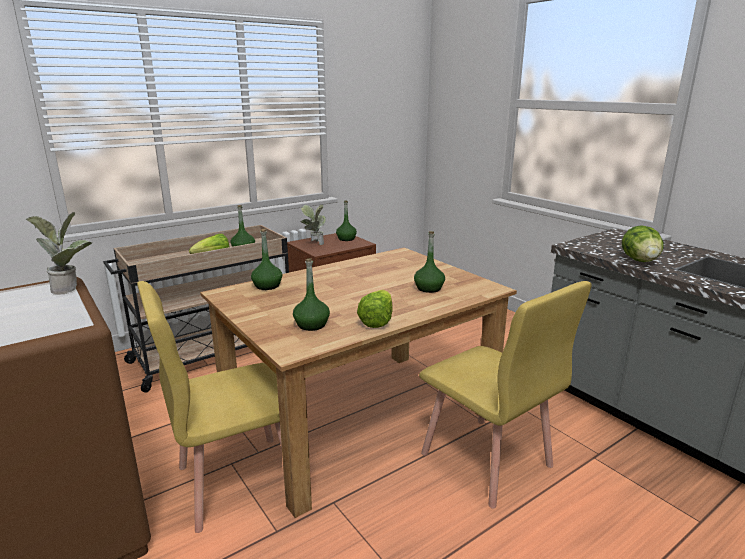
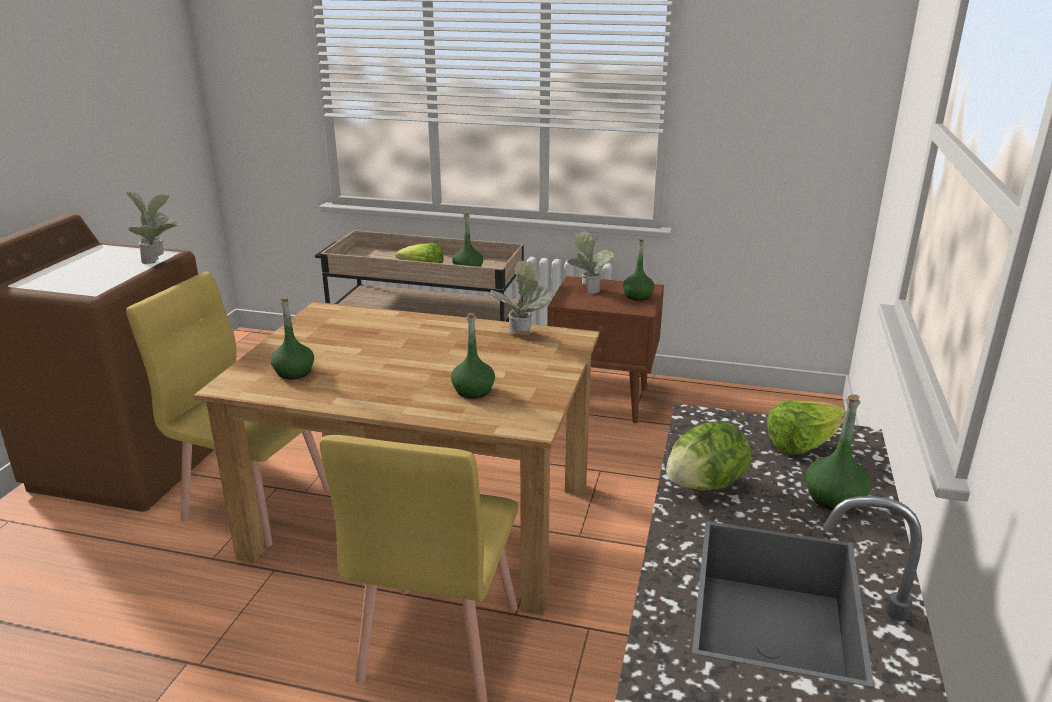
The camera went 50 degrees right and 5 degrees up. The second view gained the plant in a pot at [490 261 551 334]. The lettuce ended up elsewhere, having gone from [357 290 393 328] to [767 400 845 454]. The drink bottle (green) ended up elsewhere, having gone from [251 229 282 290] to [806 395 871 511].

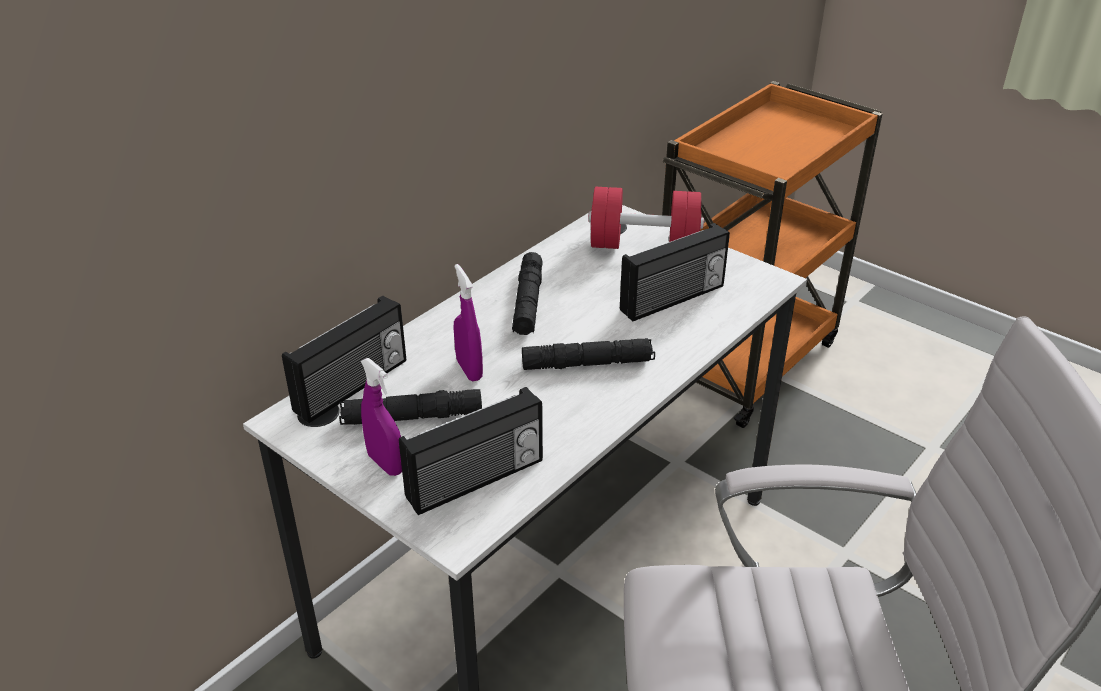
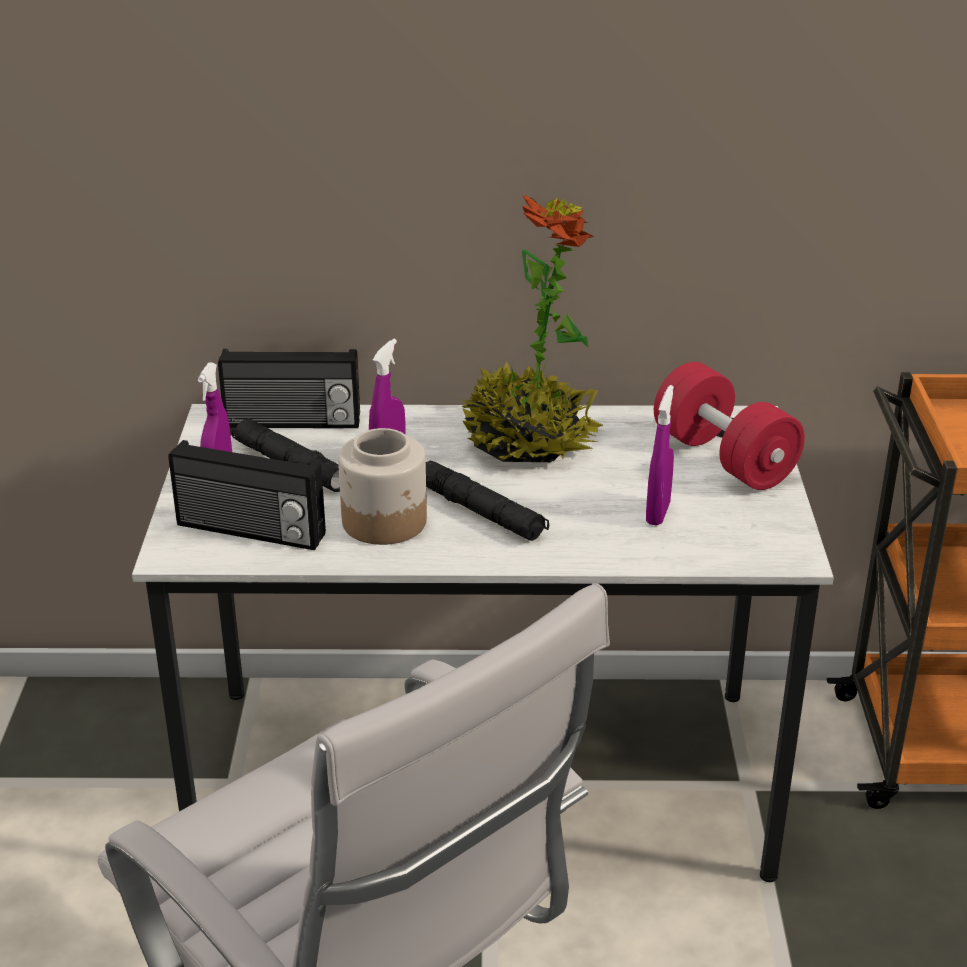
The camera went 50 degrees right and 5 degrees down. The second view gained the storage jar at [338 428 427 545]. Where the flashlight (black-coloured) stood at [512 252 543 335], the plant in a pot came to stand at [461 195 603 462]. Where the radio stood at [620 223 730 321], the sprayer (purplish) came to stand at [646 385 674 526].

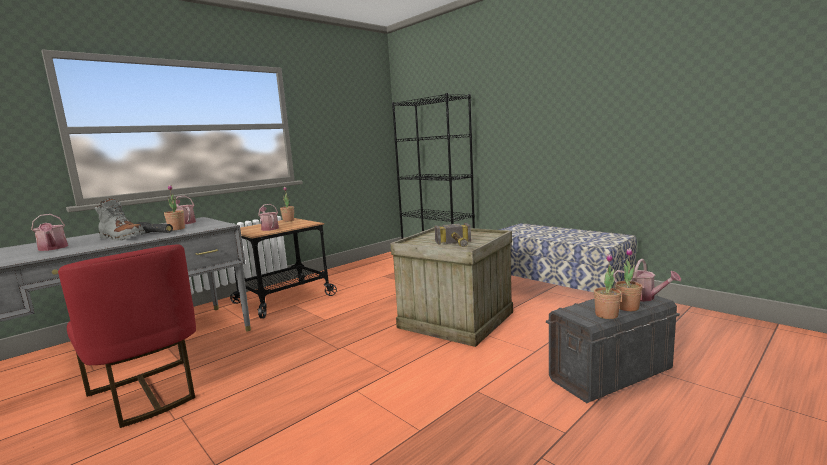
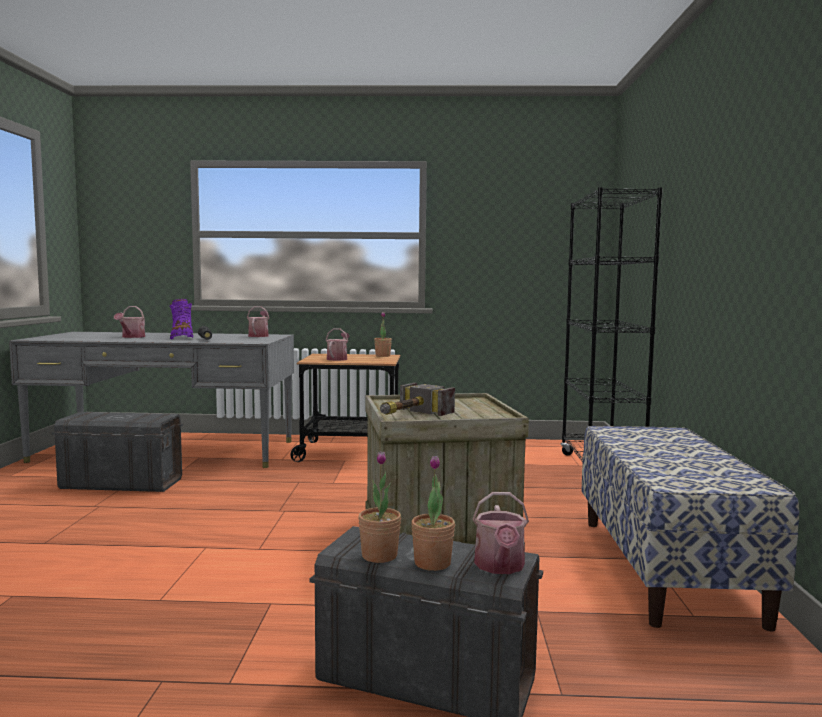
The camera went 45 degrees right and 5 degrees down. Where the upright chair (red-coloured) stood at [58 244 196 428], the storage container (grey) came to stand at [51 412 183 492]. What was the boot (grey) at [94 198 146 240] turned into the boot (purplish) at [170 299 193 339]. The second view lost the plant in a pot at [164 185 185 231].

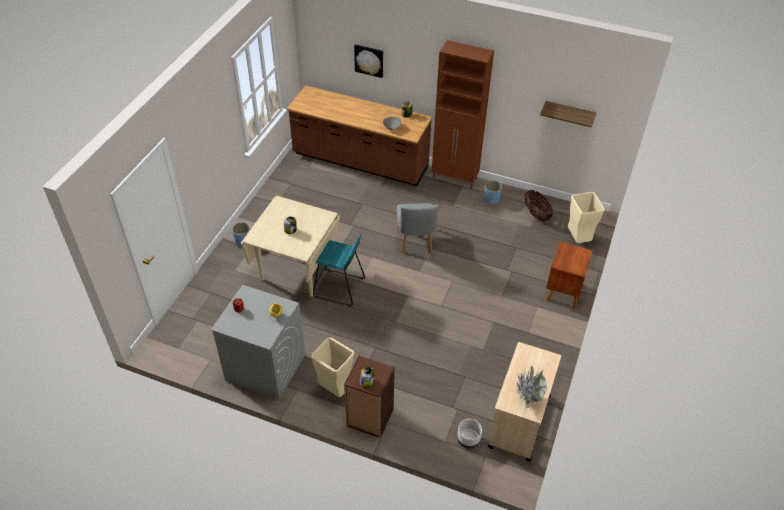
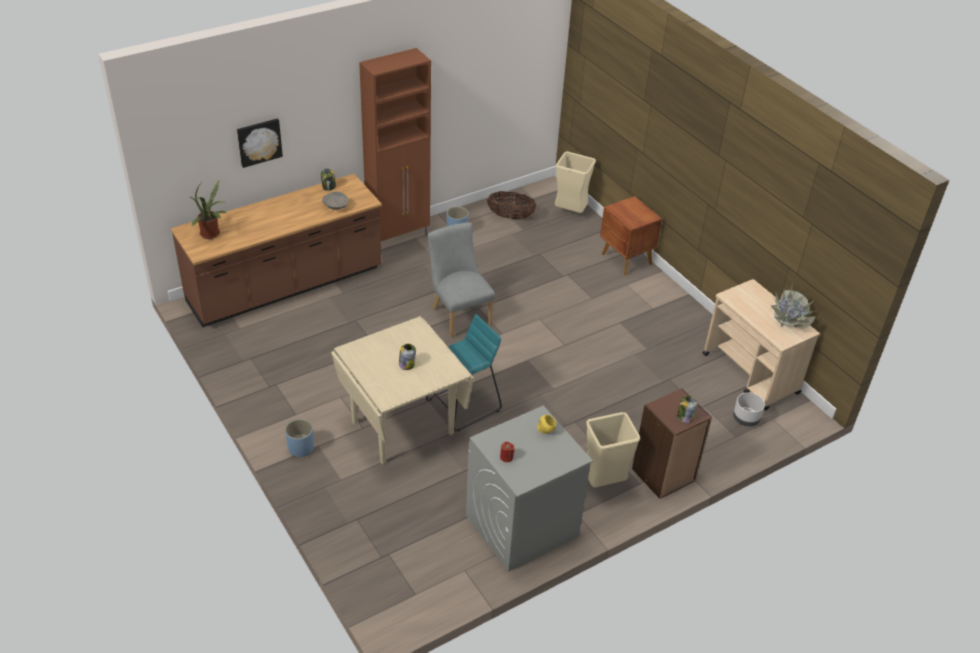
The camera went 55 degrees left and 5 degrees down. The second view gained the plant in a pot at [190 181 228 239]. The upright chair (grey) at [397 203 439 253] ended up facing another way, 150 degrees counterclockwise from before. The second view lost the wall shelf at [540 101 596 127].

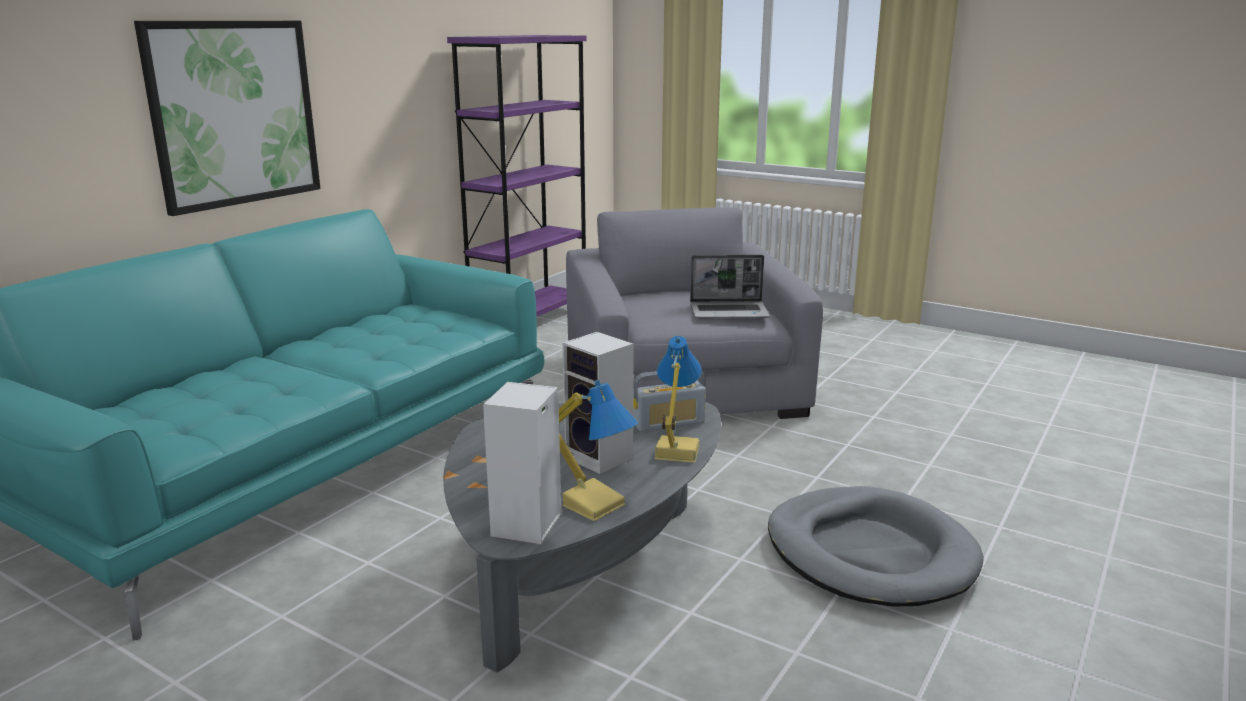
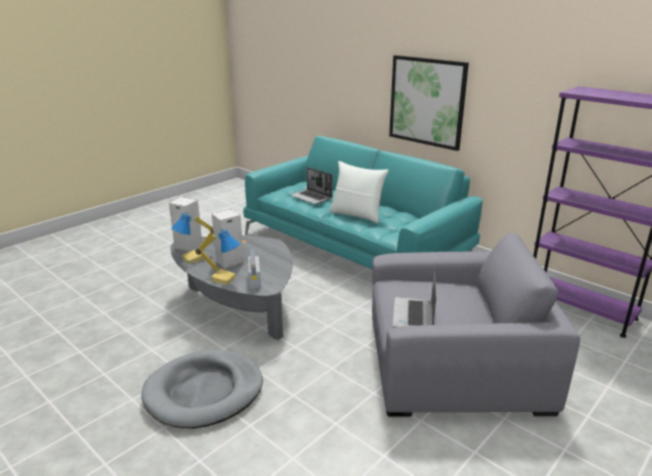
The camera went 100 degrees right and 5 degrees up. The second view gained the portable computer at [290 167 333 204]. The second view gained the pillow (white-coloured) at [329 161 389 223].

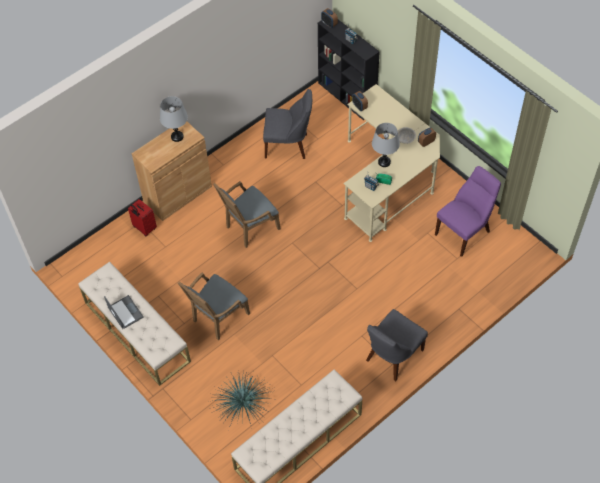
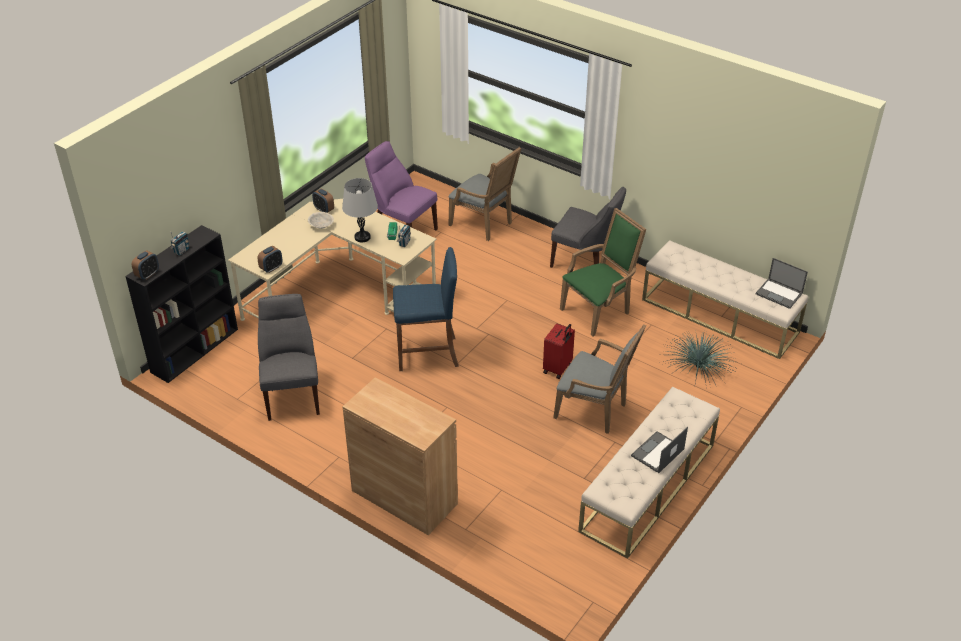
The camera went 105 degrees left and 15 degrees down. The second view gained the stool (blue-coloured) at [393 247 459 371]. The lounge chair (grey) ended up elsewhere, having gone from [213 181 280 248] to [449 147 521 241]. The suitcase (red-coloured) ended up elsewhere, having gone from [128 199 157 236] to [543 323 575 379]. The second view gained the lounge chair (green) at [560 208 646 336]. The second view gained the portable computer at [756 258 808 309]. The second view lost the table lamp (grey) at [160 96 188 142].

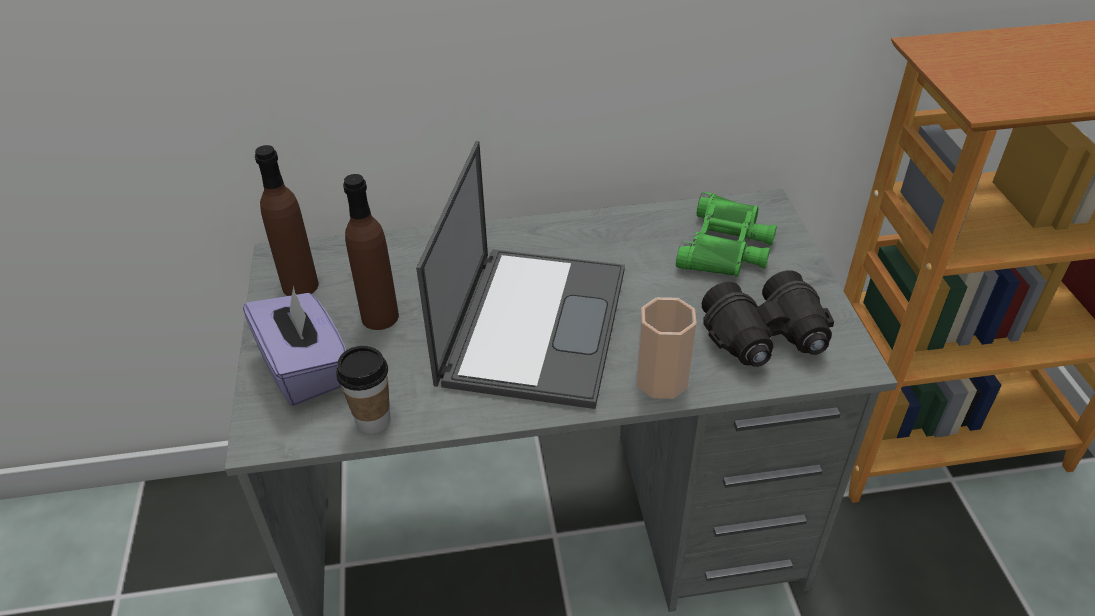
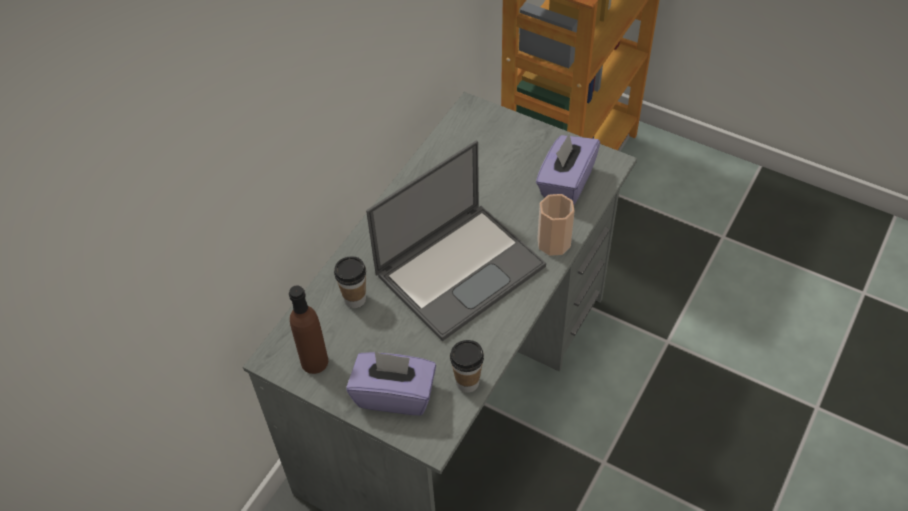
The camera went 50 degrees left and 10 degrees up. The second view gained the cup at [334 256 366 308]. The portable computer at [416 141 625 409] ended up facing another way, 90 degrees clockwise from before. Where the binoculars (black-coloured) stood at [702 270 834 367], the box of tissues (purplish) came to stand at [536 134 600 205]. The second view lost the drink bottle (brownish) at [343 174 399 330]. The second view lost the binoculars (green) at [676 192 777 277].

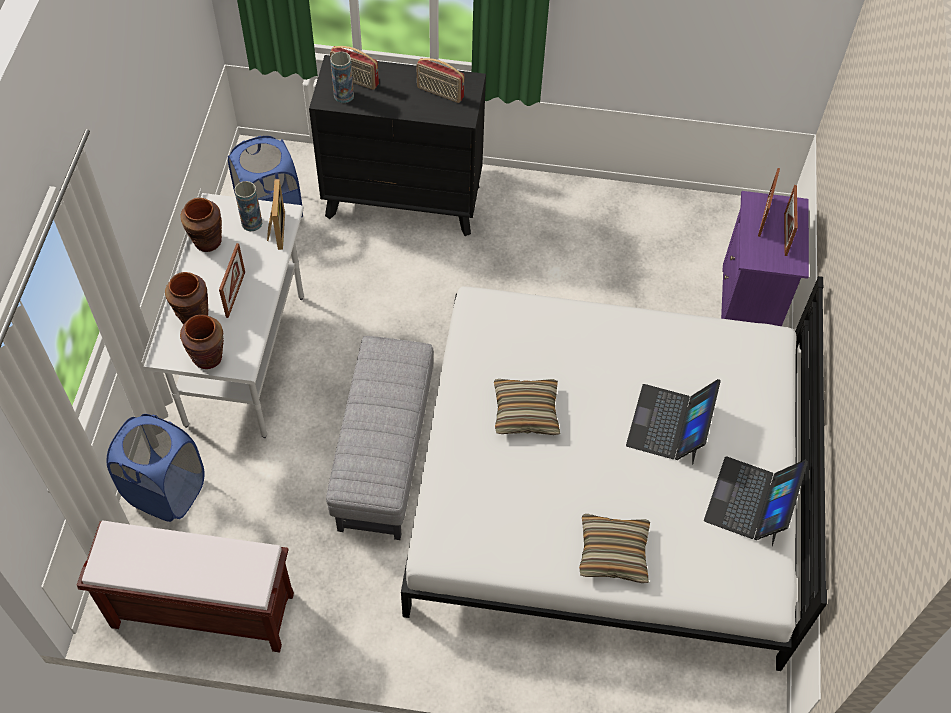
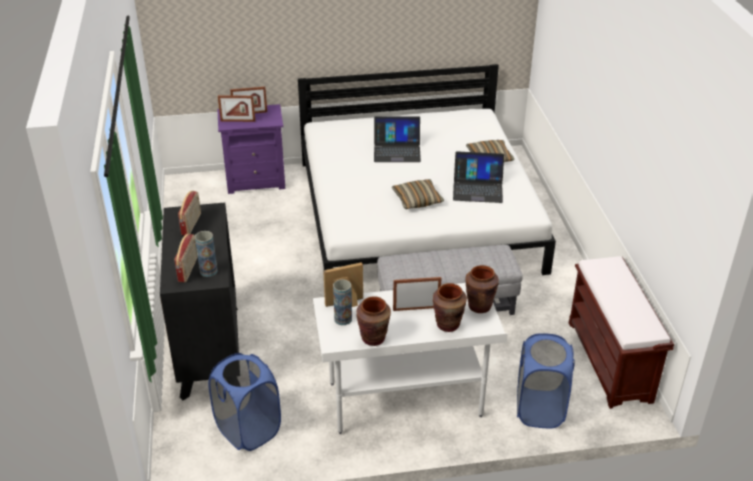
The camera went 105 degrees left and 20 degrees down. The portable computer ended up elsewhere, having gone from [704 456 808 546] to [453 151 504 203].

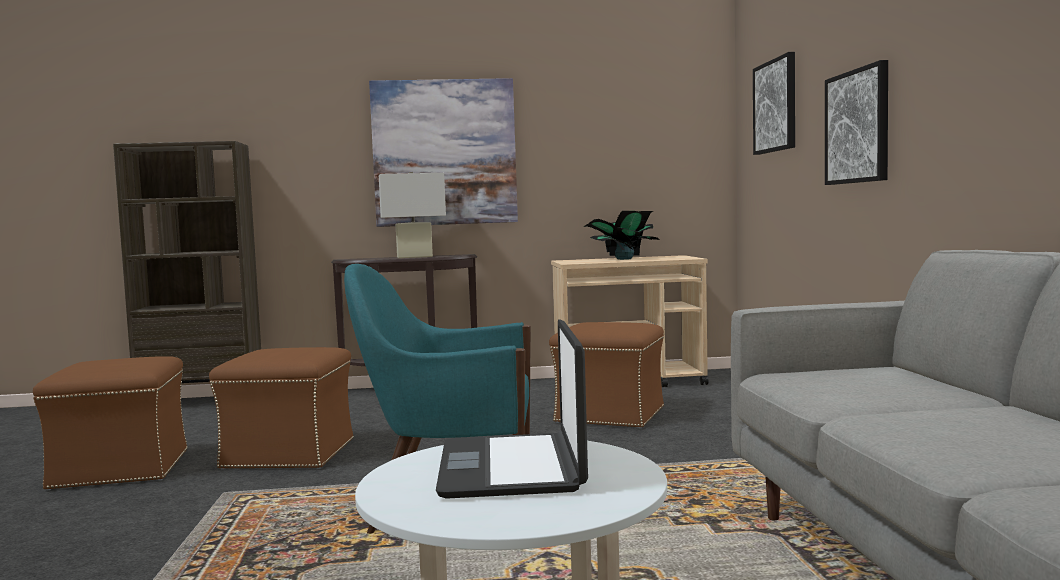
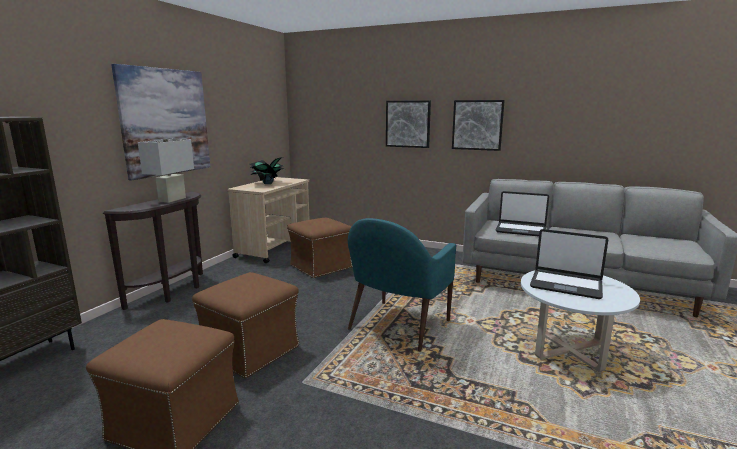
The camera went 60 degrees left and 10 degrees up. The wall picture ended up elsewhere, having gone from [753 52 795 155] to [452 100 505 151]. The second view gained the portable computer at [496 191 549 237].

